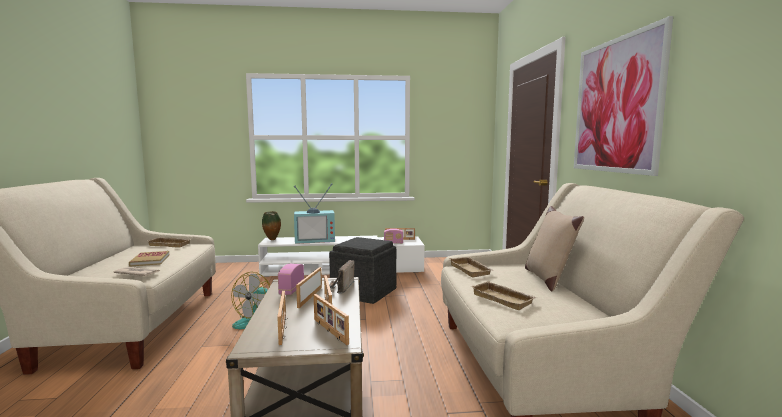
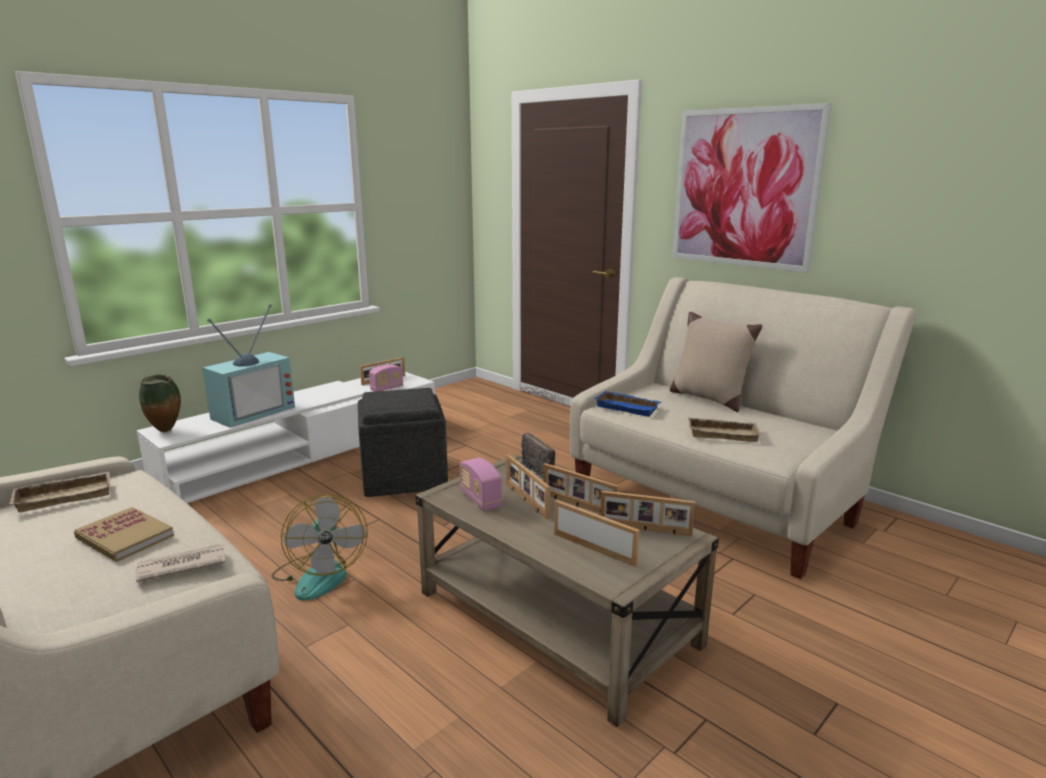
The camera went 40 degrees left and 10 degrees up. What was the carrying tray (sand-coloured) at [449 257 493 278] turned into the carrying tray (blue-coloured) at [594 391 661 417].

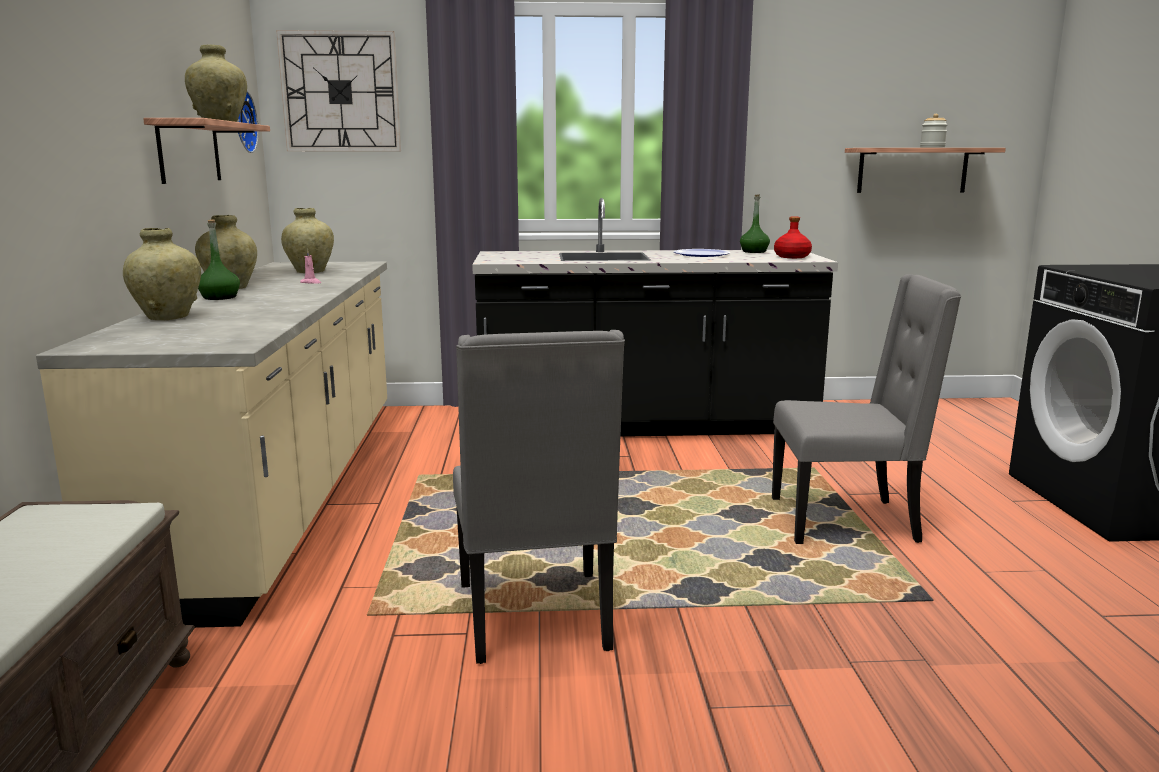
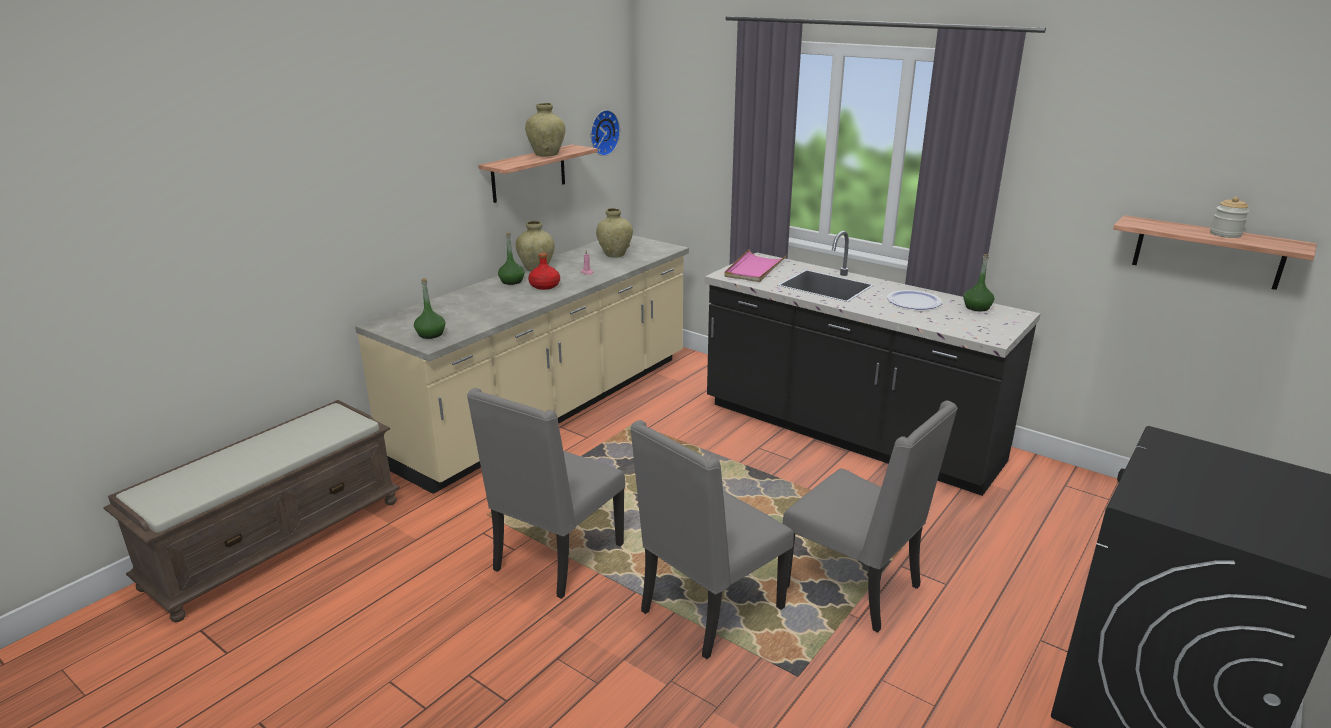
The camera went 40 degrees right and 10 degrees up. The second view gained the drink bottle (green) at [414 278 445 339]. The drink bottle (red-coloured) ended up elsewhere, having gone from [774 216 812 258] to [528 253 560 290]. The second view gained the upright chair (grey) at [630 420 794 659]. The second view gained the carrying tray (pink-coloured) at [725 249 787 282]. The second view lost the flower vase (sand-coloured) at [123 228 201 320]. The second view lost the clock on the wall at [276 30 401 151].

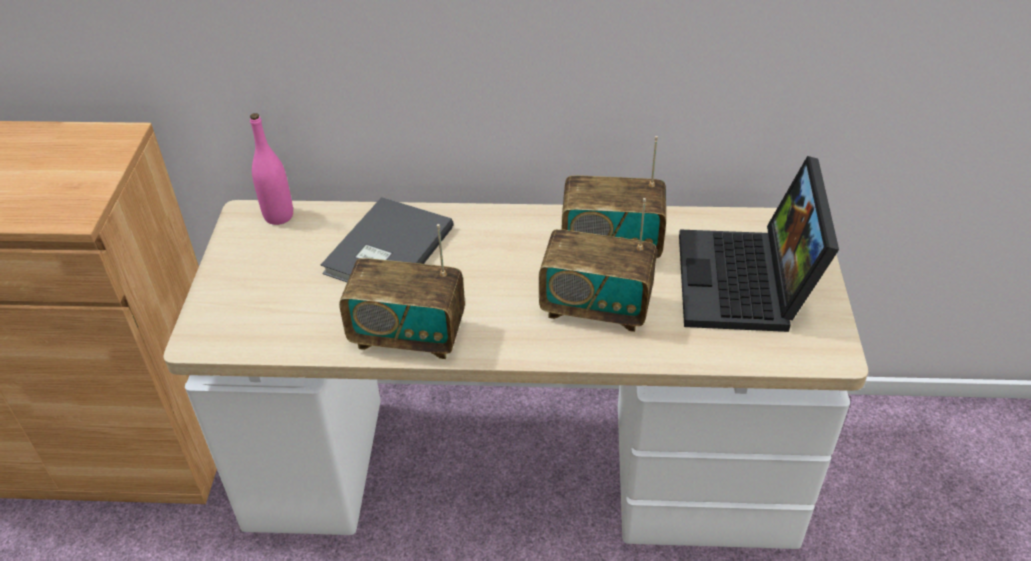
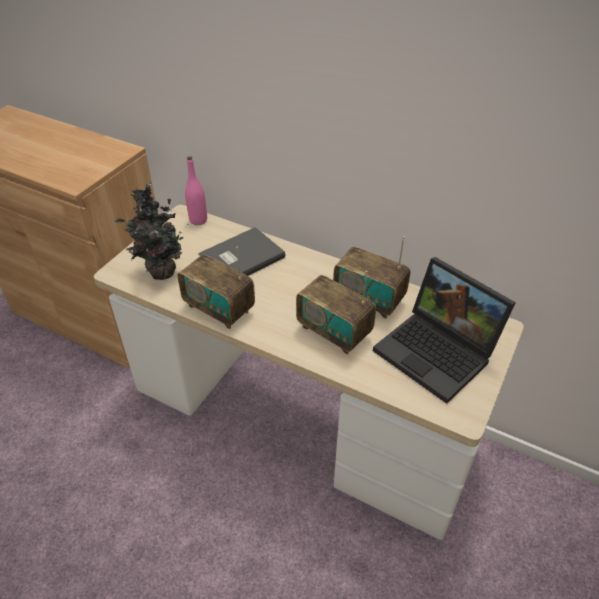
The camera went 25 degrees right and 0 degrees up. The second view gained the plant in a pot at [114 181 188 280]. The portable computer at [679 156 839 332] ended up facing another way, 75 degrees counterclockwise from before.

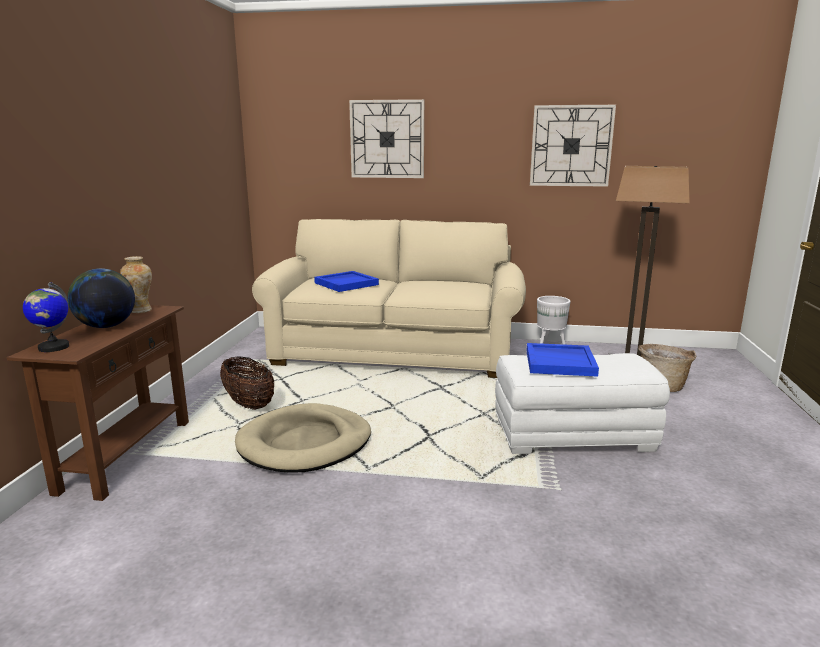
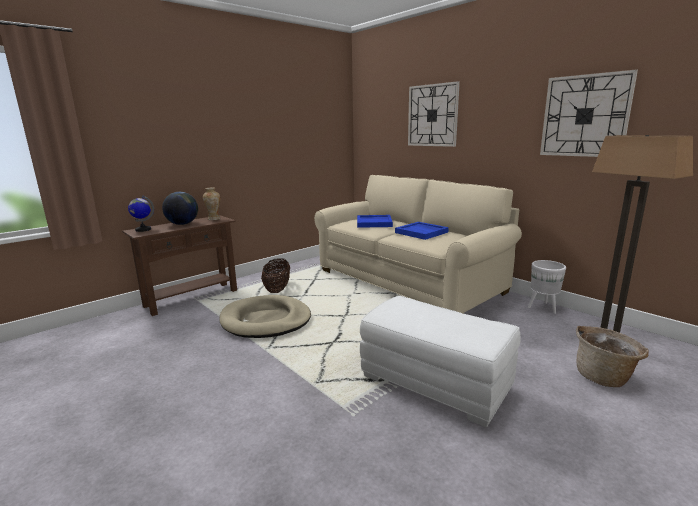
The camera went 40 degrees right and 0 degrees up. The carrying tray (blue-coloured) ended up elsewhere, having gone from [526 343 599 377] to [395 222 449 240].

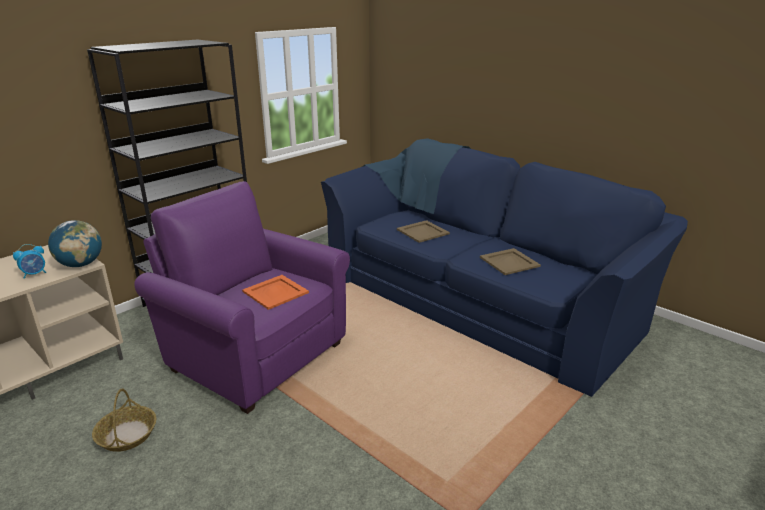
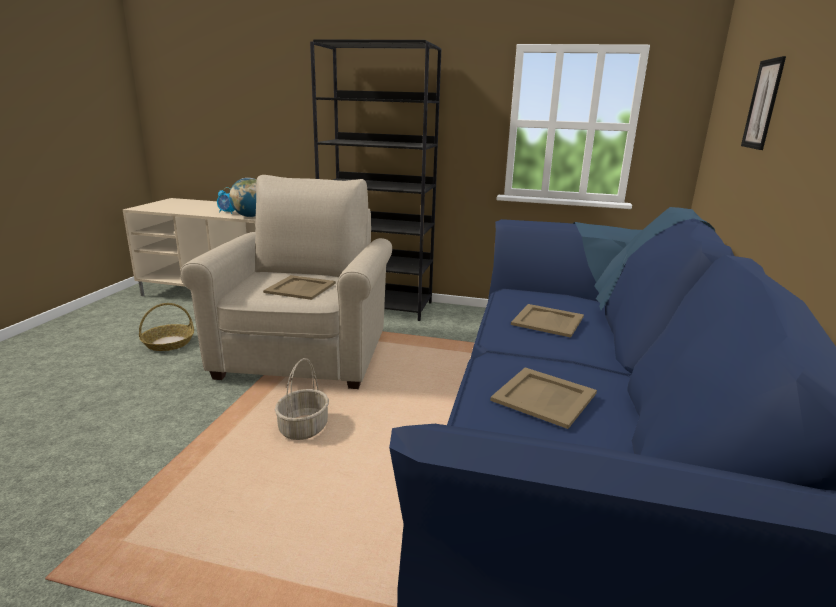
The camera went 60 degrees right and 5 degrees down. What was the lounge chair (purplish) at [134 181 350 414] turned into the lounge chair (sand-coloured) at [180 175 392 389]. What was the carrying tray (orange-coloured) at [242 275 309 310] turned into the carrying tray (sand-coloured) at [263 275 336 300]. The second view gained the household basket at [275 358 329 440]. The second view gained the wall picture at [741 56 786 150].

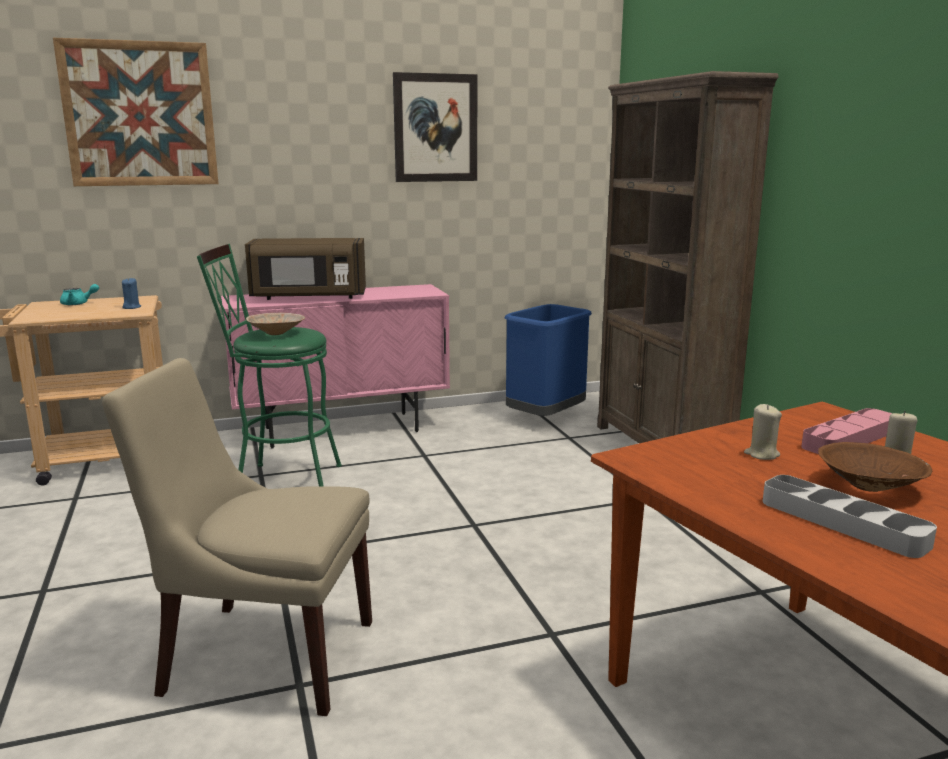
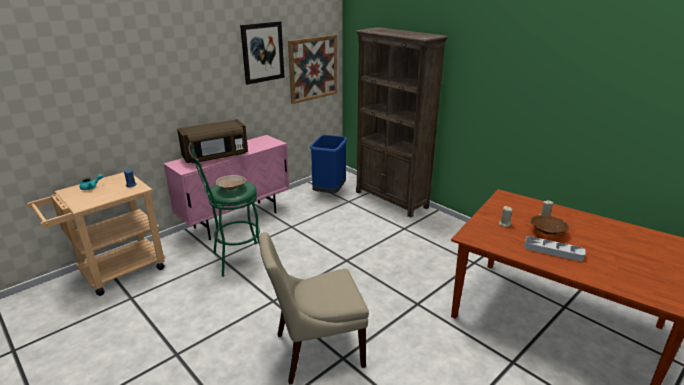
The camera went 25 degrees left and 10 degrees up. The wall picture ended up elsewhere, having gone from [53 38 219 186] to [288 35 337 104]. The second view lost the carrying tray (pink-coloured) at [801 408 893 454].

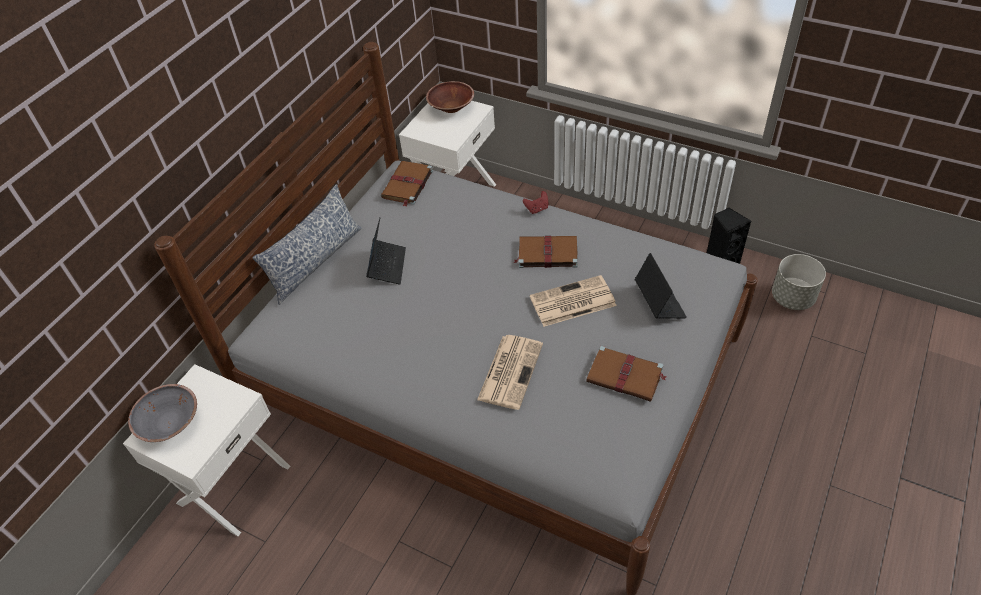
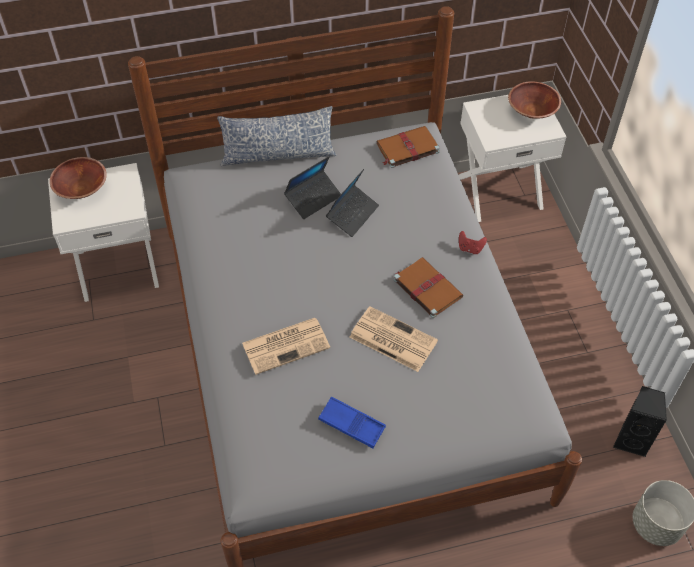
The camera went 45 degrees right and 5 degrees up. What was the bowl (grey) at [128 384 197 442] turned into the bowl (brownish) at [50 157 107 199]. Where the volume (brownish) stood at [586 346 666 402], the carrying tray (blue-coloured) came to stand at [318 397 386 449]. The portable computer ended up elsewhere, having gone from [635 253 687 318] to [326 169 379 237].

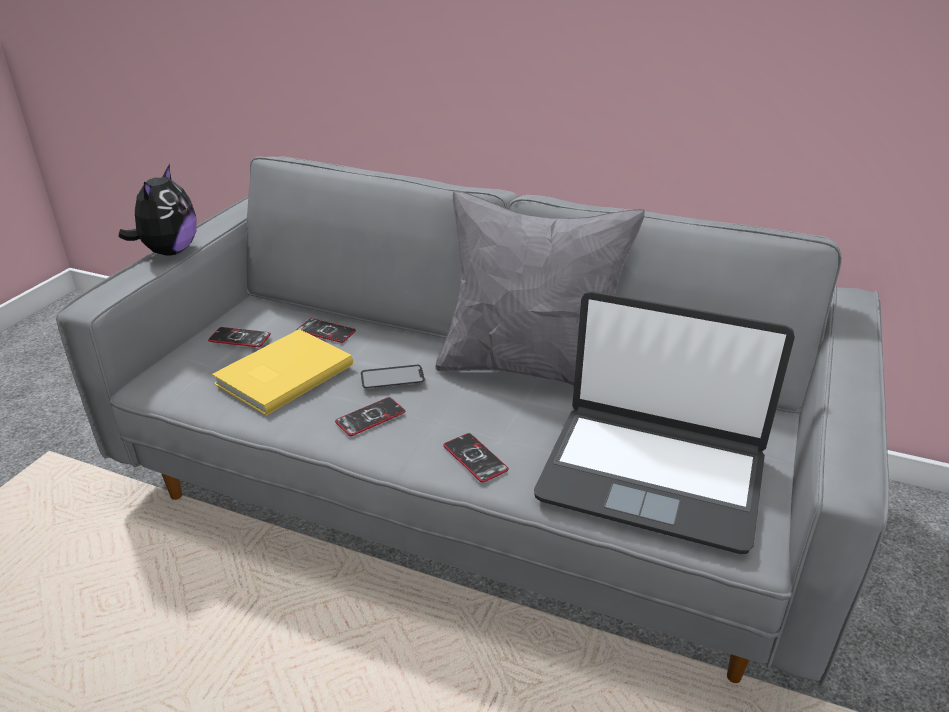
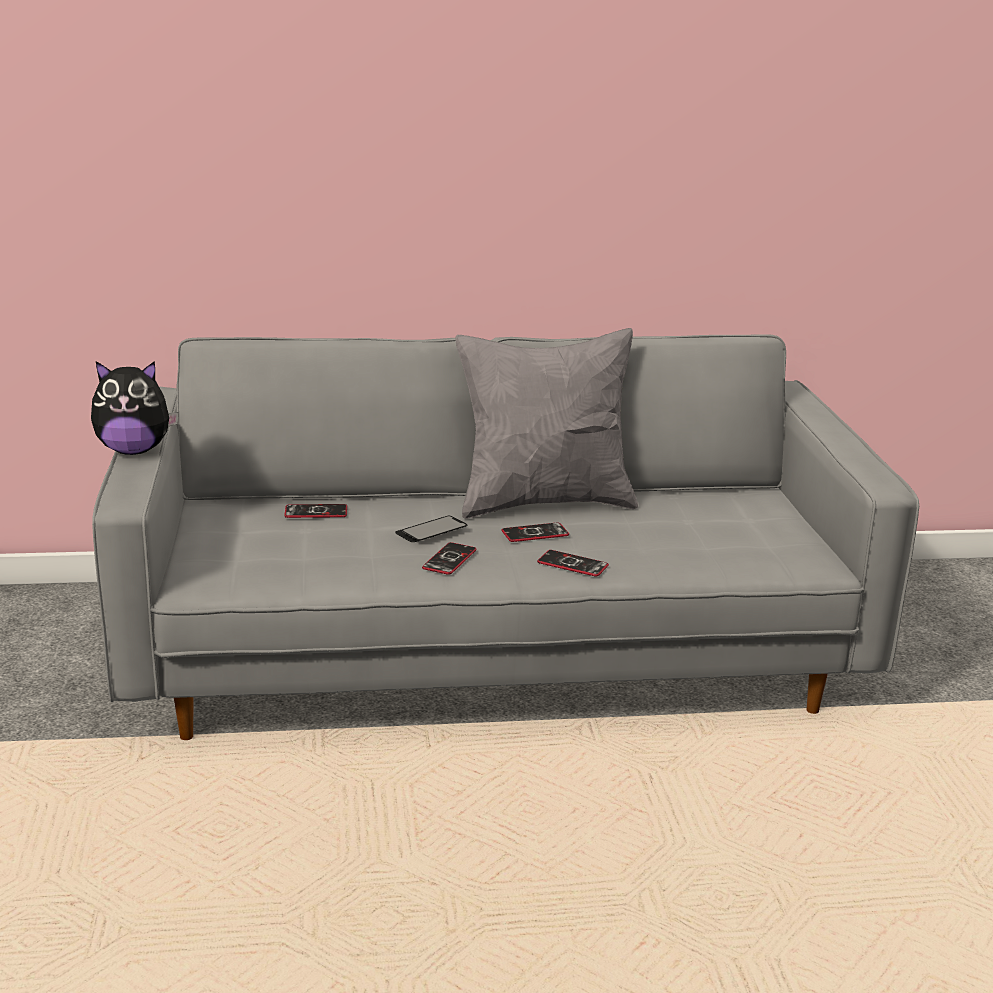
The camera went 30 degrees left and 10 degrees down. The cuddly toy at [119 164 197 256] ended up facing another way, 105 degrees clockwise from before. The phone ended up elsewhere, having gone from [208 327 271 347] to [501 522 569 542]. The second view lost the volume (yellow) at [212 329 353 415]. The second view lost the portable computer at [534 291 795 554].

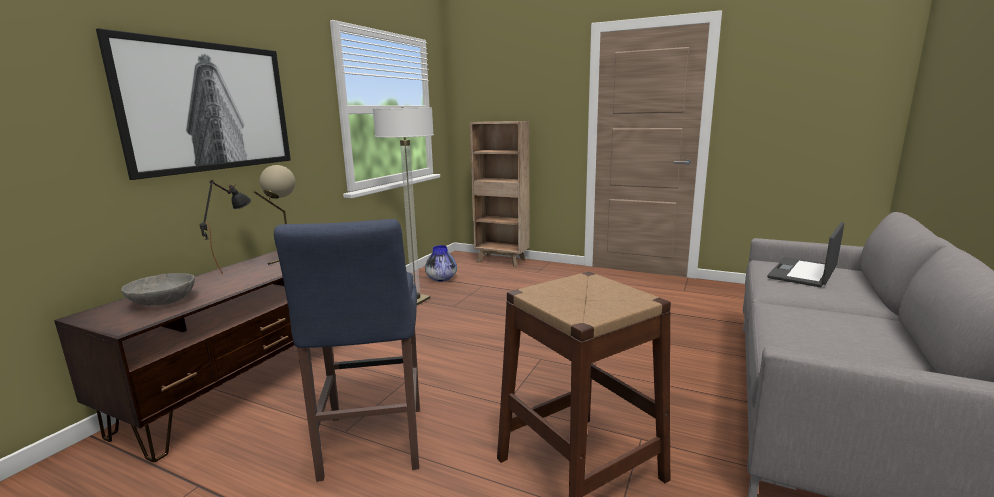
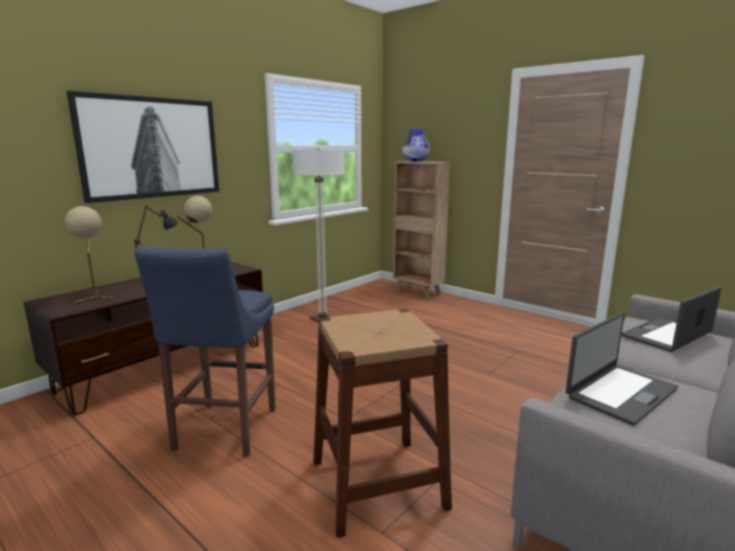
The camera went 15 degrees right and 0 degrees up. Where the bowl (grey) stood at [121 273 195 306], the table lamp (sand-coloured) came to stand at [64 206 114 303]. The flower vase ended up elsewhere, having gone from [425 245 457 282] to [402 129 430 161]. The second view gained the portable computer at [566 312 678 426].

